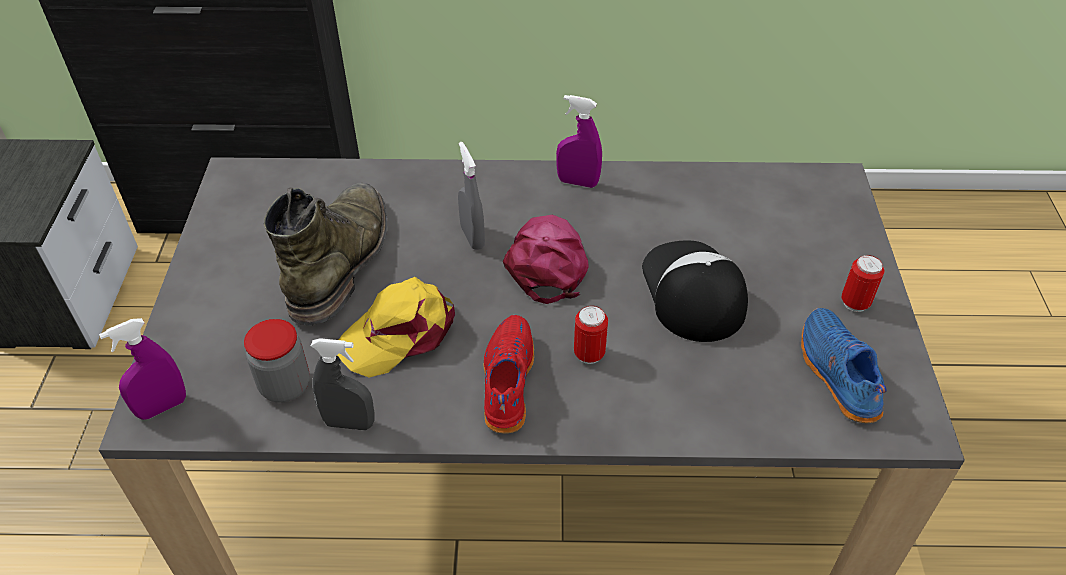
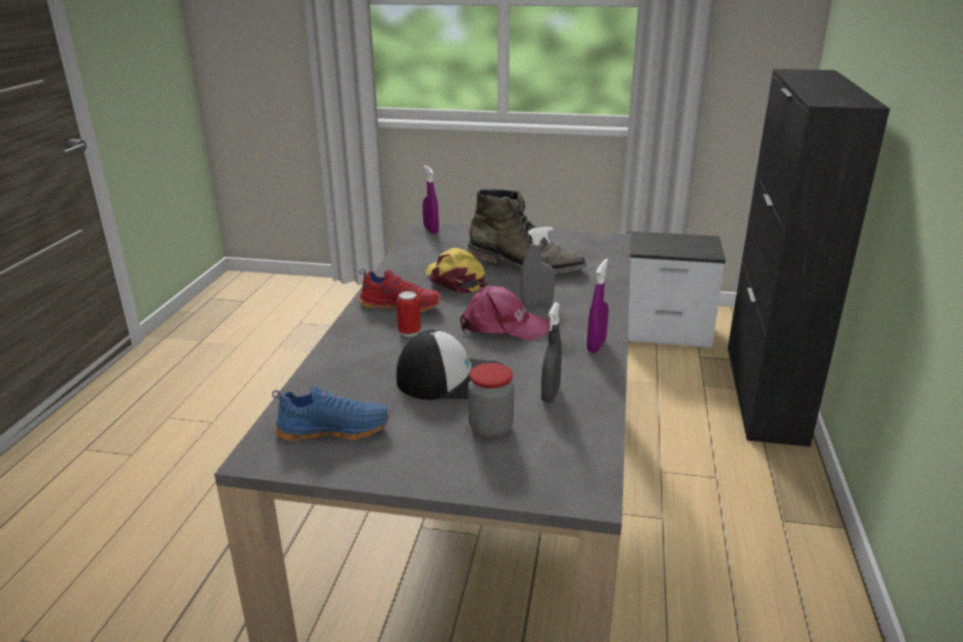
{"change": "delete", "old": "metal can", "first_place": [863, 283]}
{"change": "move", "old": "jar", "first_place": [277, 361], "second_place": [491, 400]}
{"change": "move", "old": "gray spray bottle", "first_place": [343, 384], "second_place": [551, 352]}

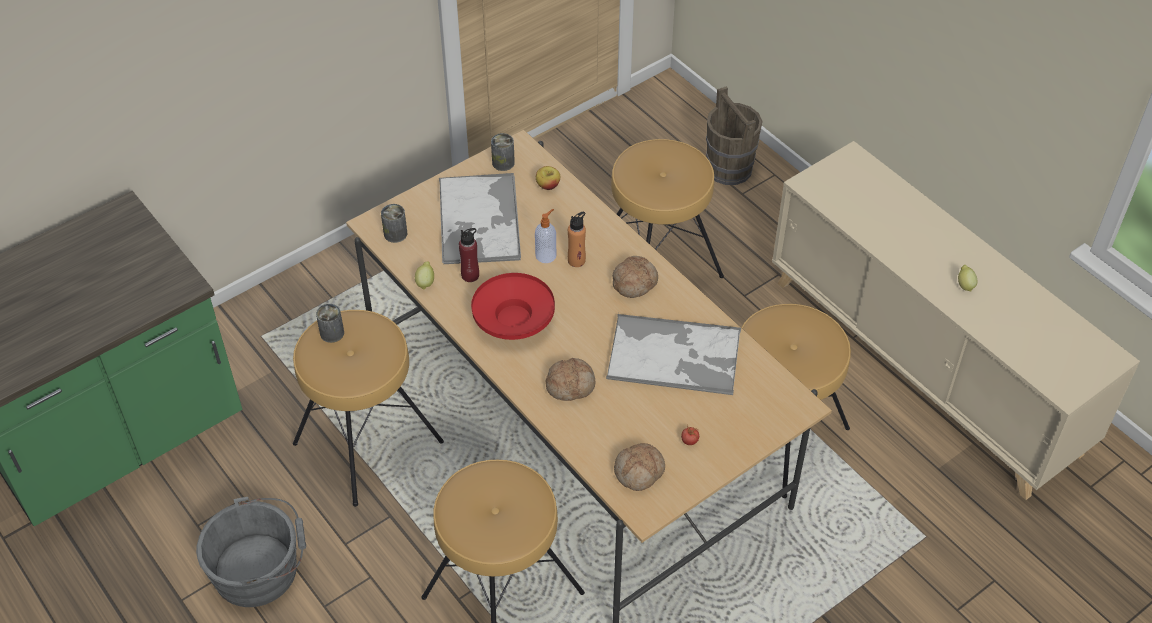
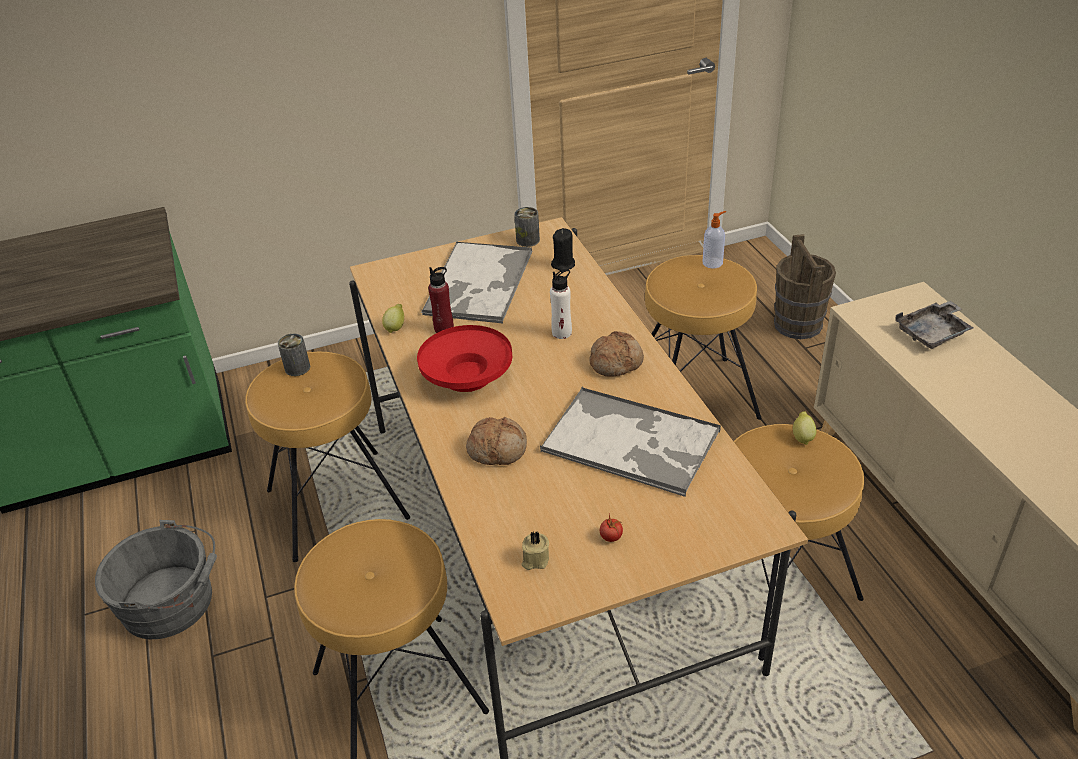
{"change": "replace", "old": "whole apple", "new": "black-coloured candle", "first_place": [548, 178], "second_place": [563, 249]}
{"change": "delete", "old": "metal can", "first_place": [394, 223]}
{"change": "move", "old": "liquid soap bottle", "first_place": [545, 236], "second_place": [714, 239]}
{"change": "recolor", "old": "orange-coloured bottle", "new": "whitish bottle", "first_place": [577, 239], "second_place": [561, 304]}
{"change": "move", "old": "lemon", "first_place": [968, 278], "second_place": [804, 428]}
{"change": "replace", "old": "baked bread", "new": "beige candle", "first_place": [639, 467], "second_place": [535, 551]}
{"change": "insert", "new": "gray carrying tray", "second_place": [934, 325]}

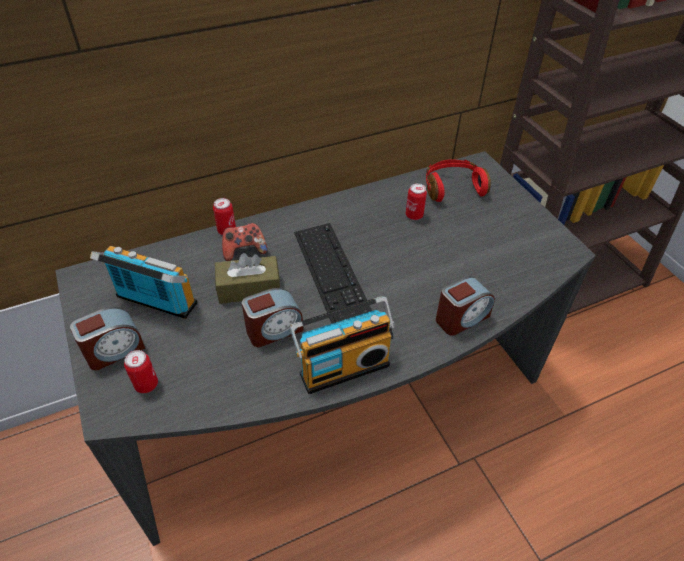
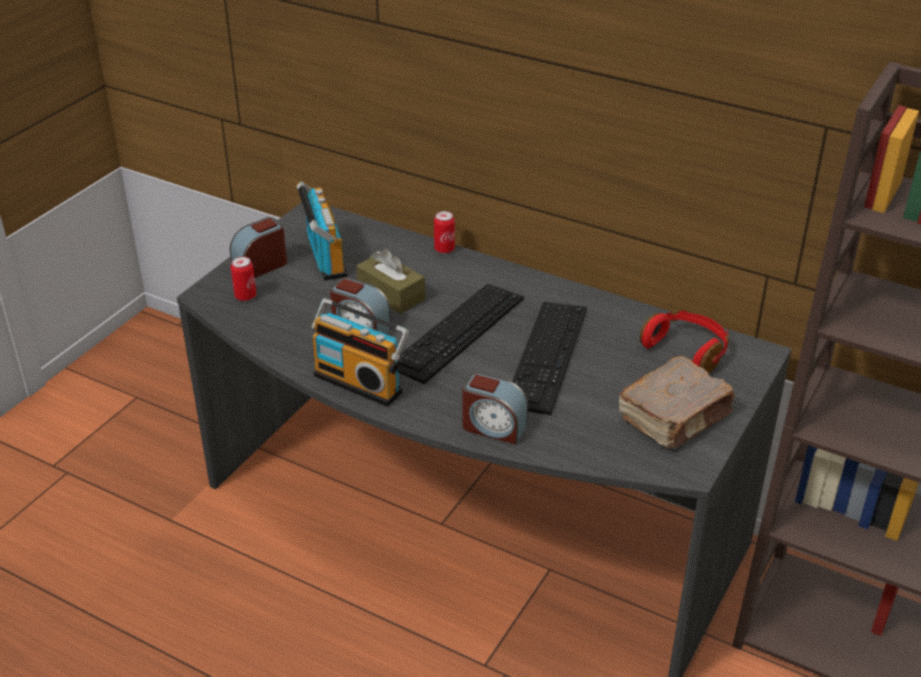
{"change": "delete", "old": "metal can", "first_place": [416, 201]}
{"change": "delete", "old": "game controller", "first_place": [245, 242]}
{"change": "rotate", "old": "table clock", "first_place": [107, 338], "second_place": [258, 247], "degrees": 120}
{"change": "insert", "new": "computer keyboard", "second_place": [549, 358]}
{"change": "insert", "new": "brownish bound book", "second_place": [676, 402]}

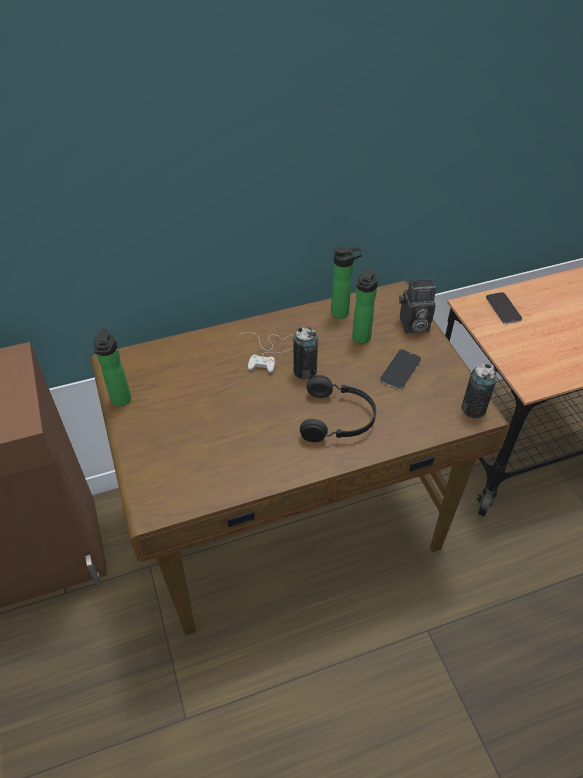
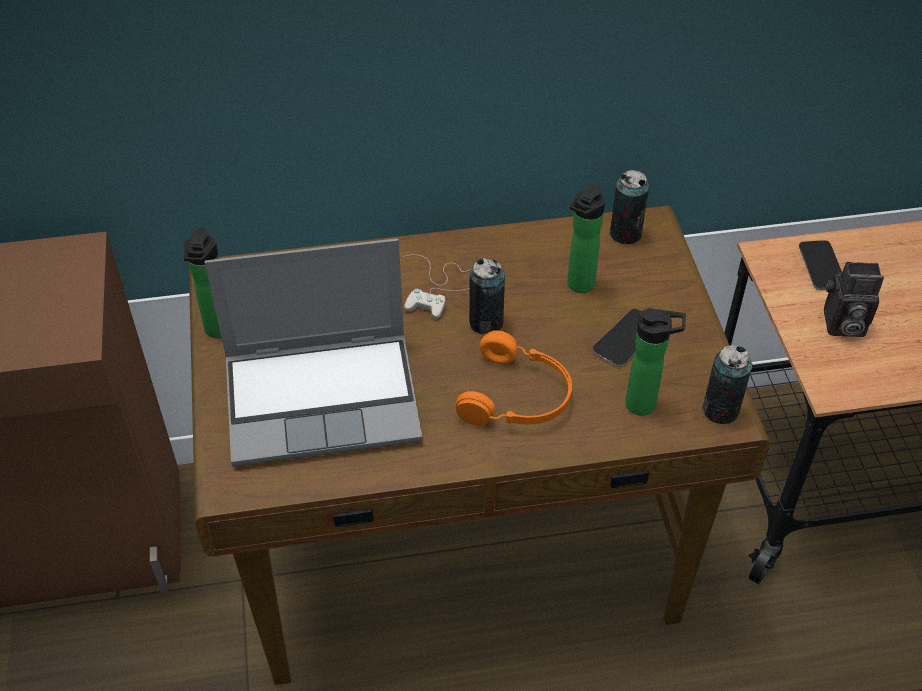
{"change": "move", "old": "bottle", "first_place": [346, 282], "second_place": [655, 362]}
{"change": "move", "old": "photo camera", "first_place": [417, 306], "second_place": [854, 299]}
{"change": "recolor", "old": "black-coloured headset", "new": "orange-coloured headset", "first_place": [338, 408], "second_place": [514, 378]}
{"change": "insert", "new": "metal can", "second_place": [629, 207]}
{"change": "insert", "new": "notebook computer", "second_place": [313, 352]}

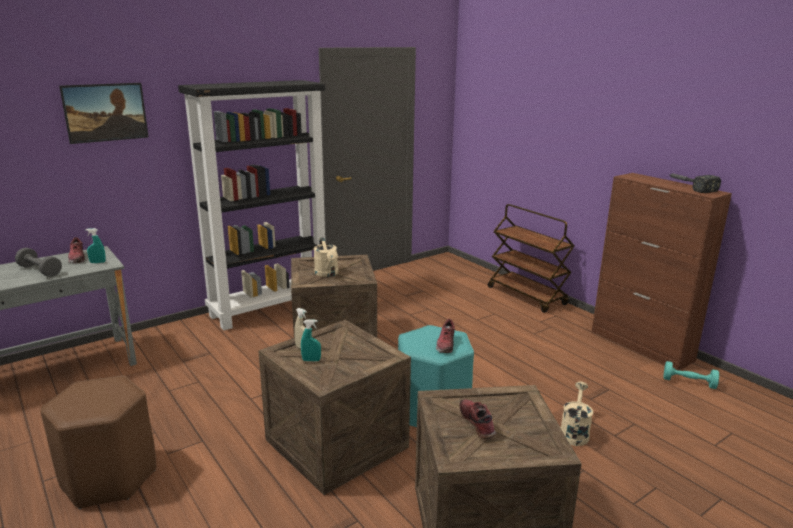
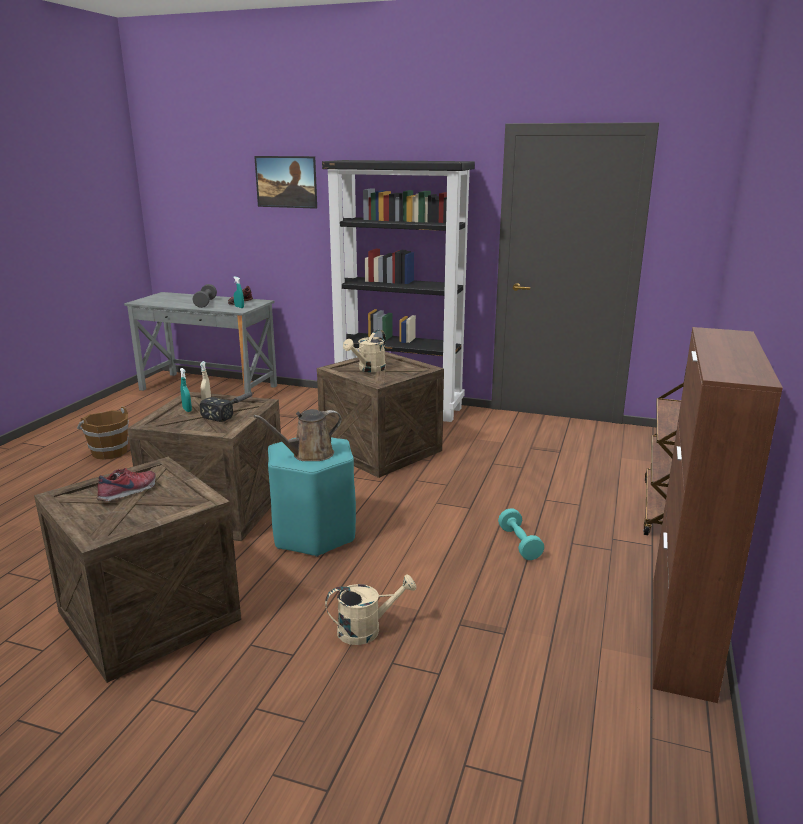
{"change": "move", "old": "tool hammer", "first_place": [694, 183], "second_place": [227, 407]}
{"change": "replace", "old": "item of footwear", "new": "brownish watering pot", "first_place": [445, 336], "second_place": [298, 435]}
{"change": "move", "old": "turquoise-coloured free weight", "first_place": [691, 375], "second_place": [521, 534]}
{"change": "replace", "old": "brownish stool", "new": "brownish pail", "first_place": [98, 442], "second_place": [103, 433]}

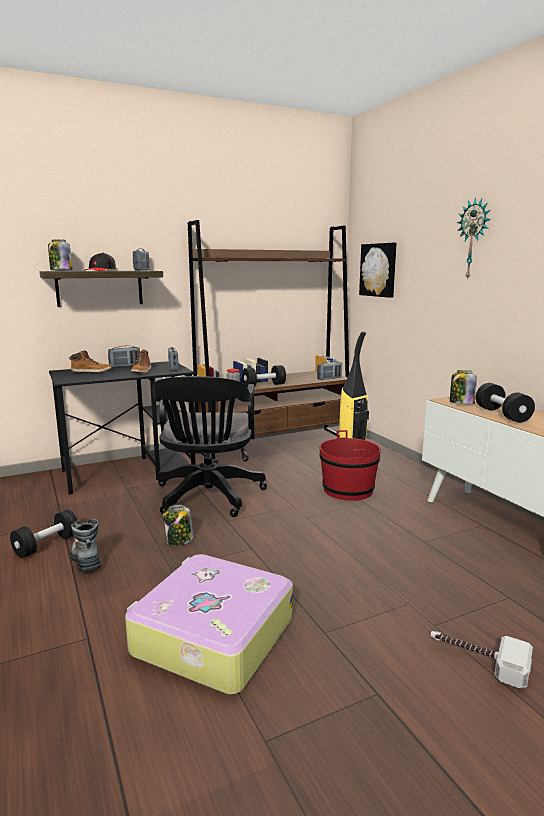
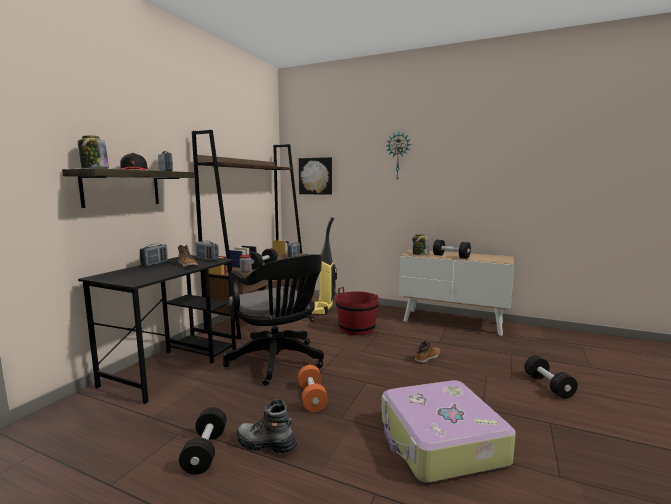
{"change": "move", "old": "high-top boot", "first_place": [90, 362], "second_place": [427, 352]}
{"change": "replace", "old": "jar", "new": "orange-coloured free weight", "first_place": [178, 525], "second_place": [313, 388]}
{"change": "replace", "old": "tool hammer", "new": "black-coloured free weight", "first_place": [482, 659], "second_place": [551, 377]}

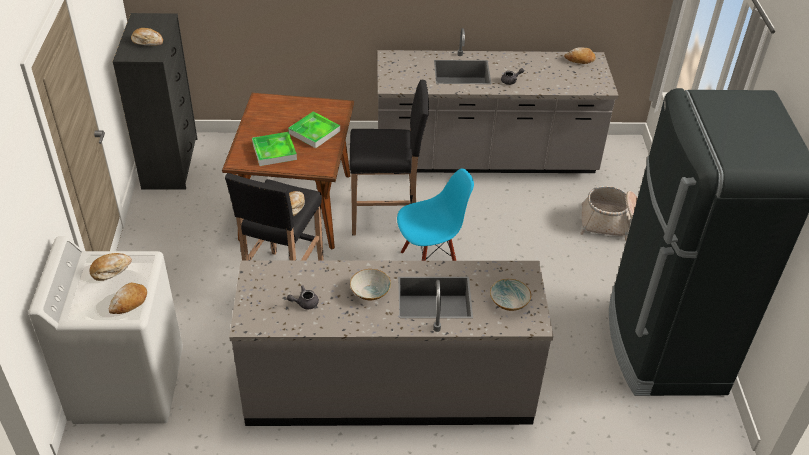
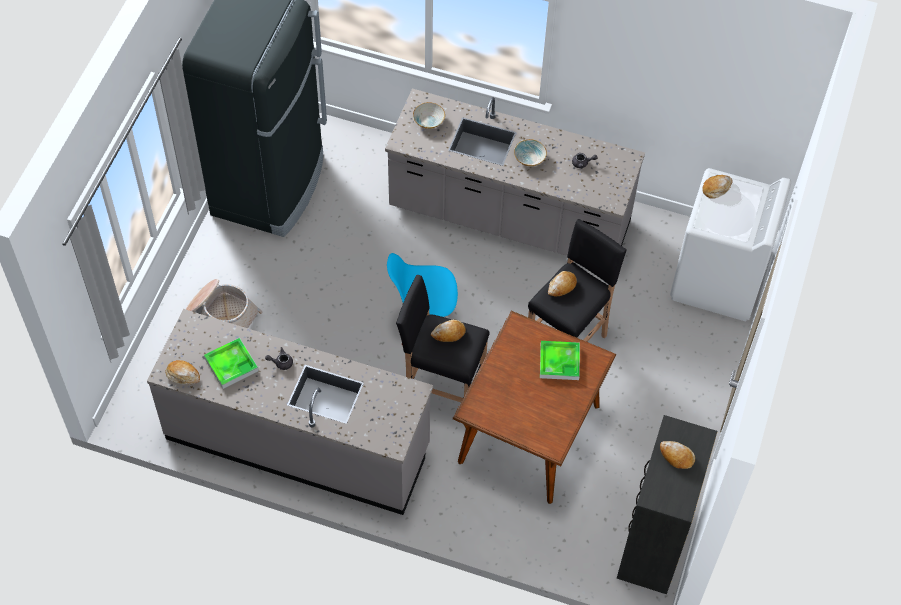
{"change": "move", "old": "carrying tray", "first_place": [314, 129], "second_place": [231, 363]}
{"change": "move", "old": "baked bread", "first_place": [110, 267], "second_place": [448, 331]}

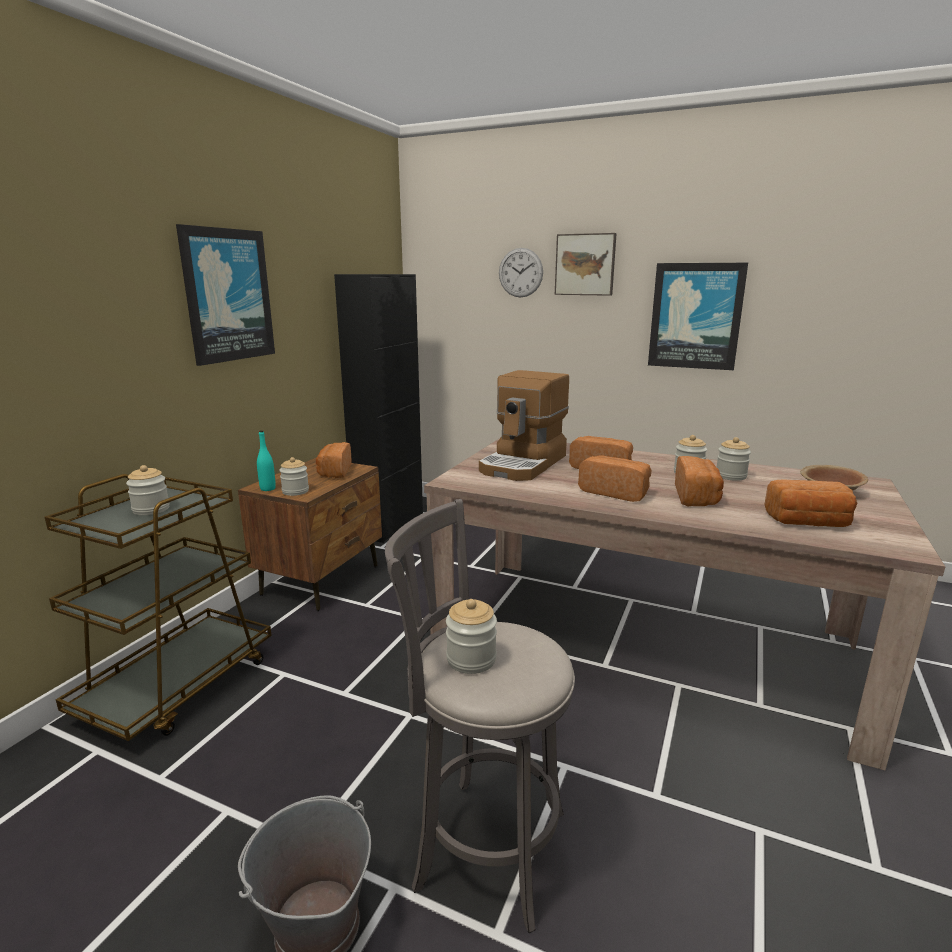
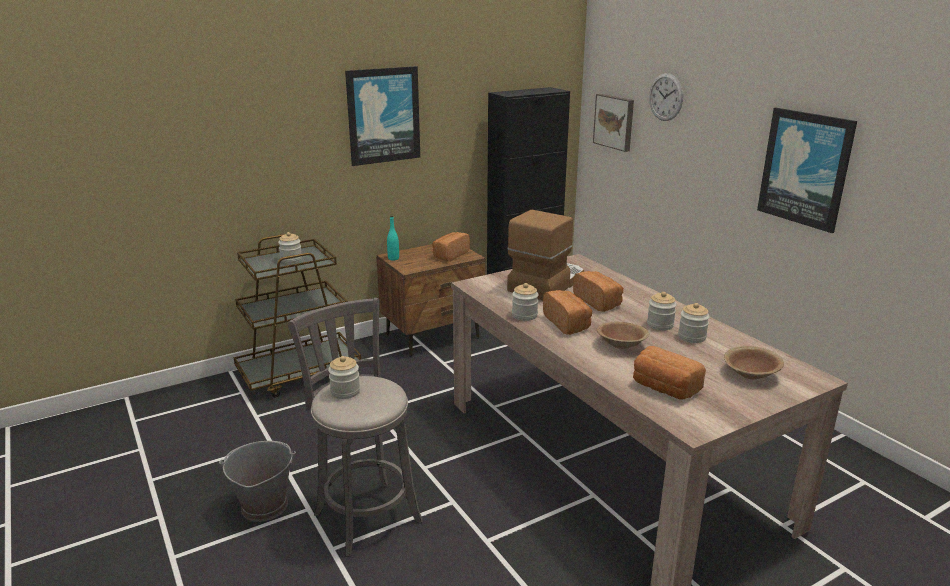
{"change": "move", "old": "wall picture", "first_place": [586, 264], "second_place": [613, 123]}
{"change": "rotate", "old": "coffee brewer", "first_place": [524, 425], "second_place": [545, 255], "degrees": 150}
{"change": "replace", "old": "baked bread", "new": "brownish bowl", "first_place": [699, 481], "second_place": [623, 335]}
{"change": "move", "old": "jar", "first_place": [294, 476], "second_place": [525, 302]}

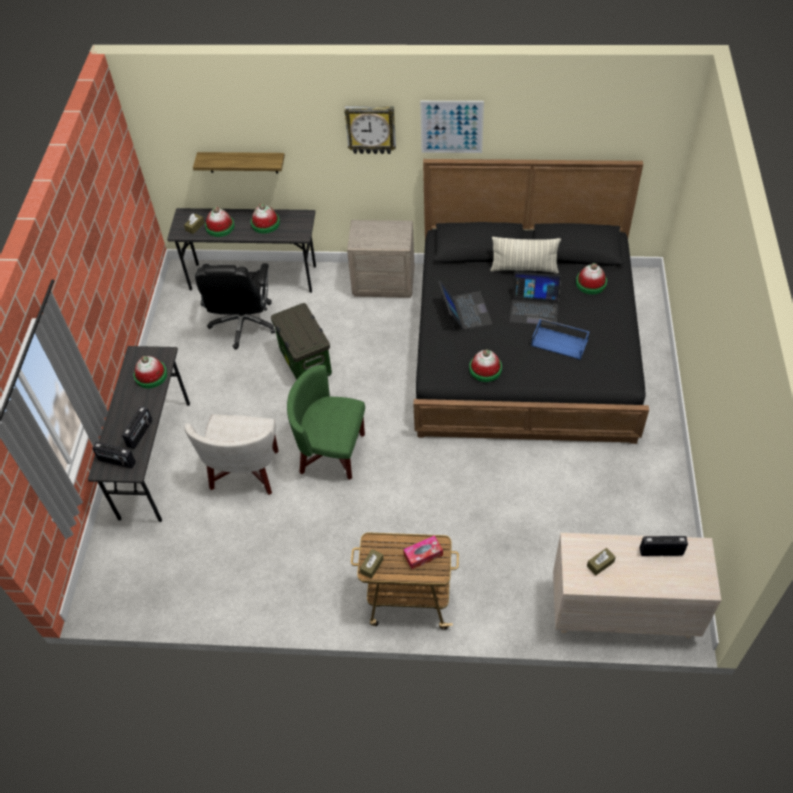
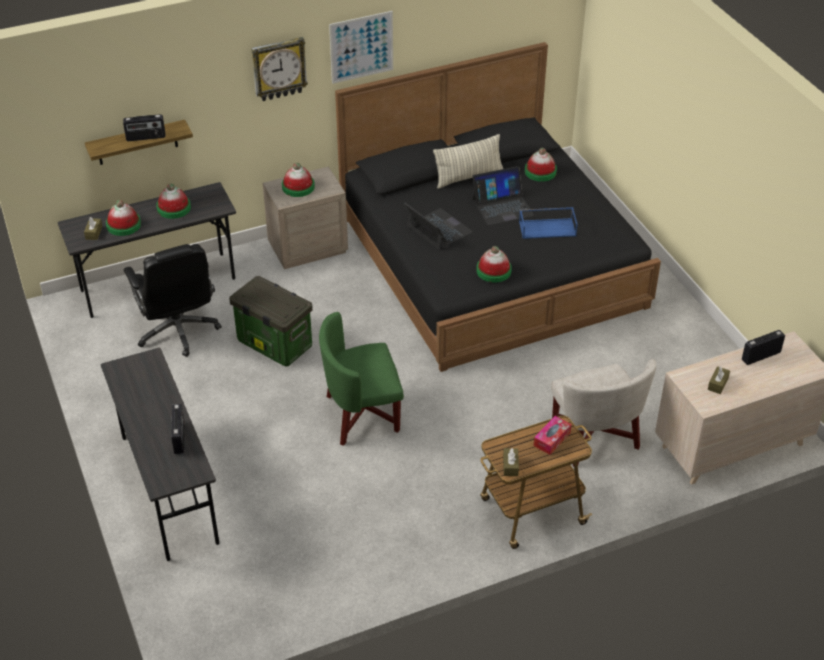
{"change": "move", "old": "clothing hat", "first_place": [150, 372], "second_place": [298, 180]}
{"change": "move", "old": "whitish lounge chair", "first_place": [232, 454], "second_place": [603, 412]}
{"change": "move", "old": "radio", "first_place": [114, 455], "second_place": [144, 127]}

